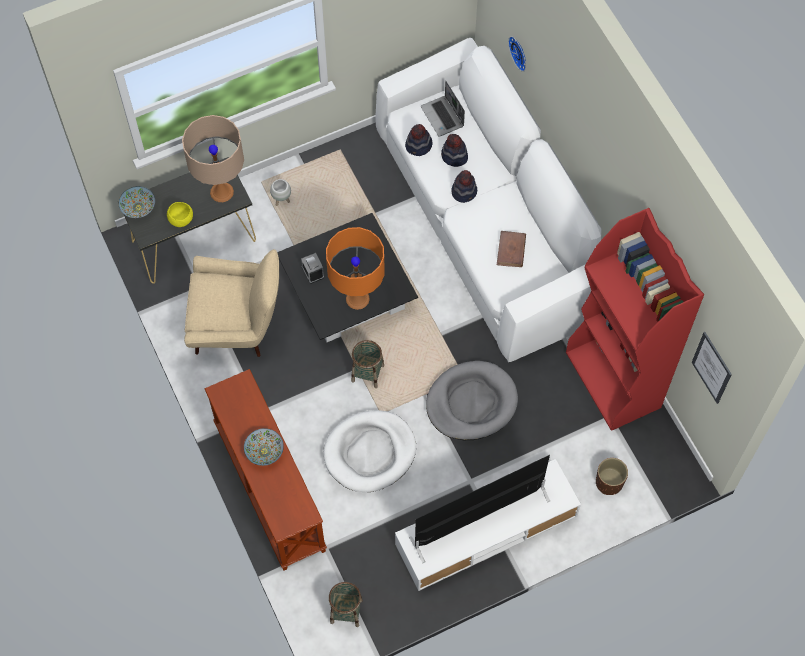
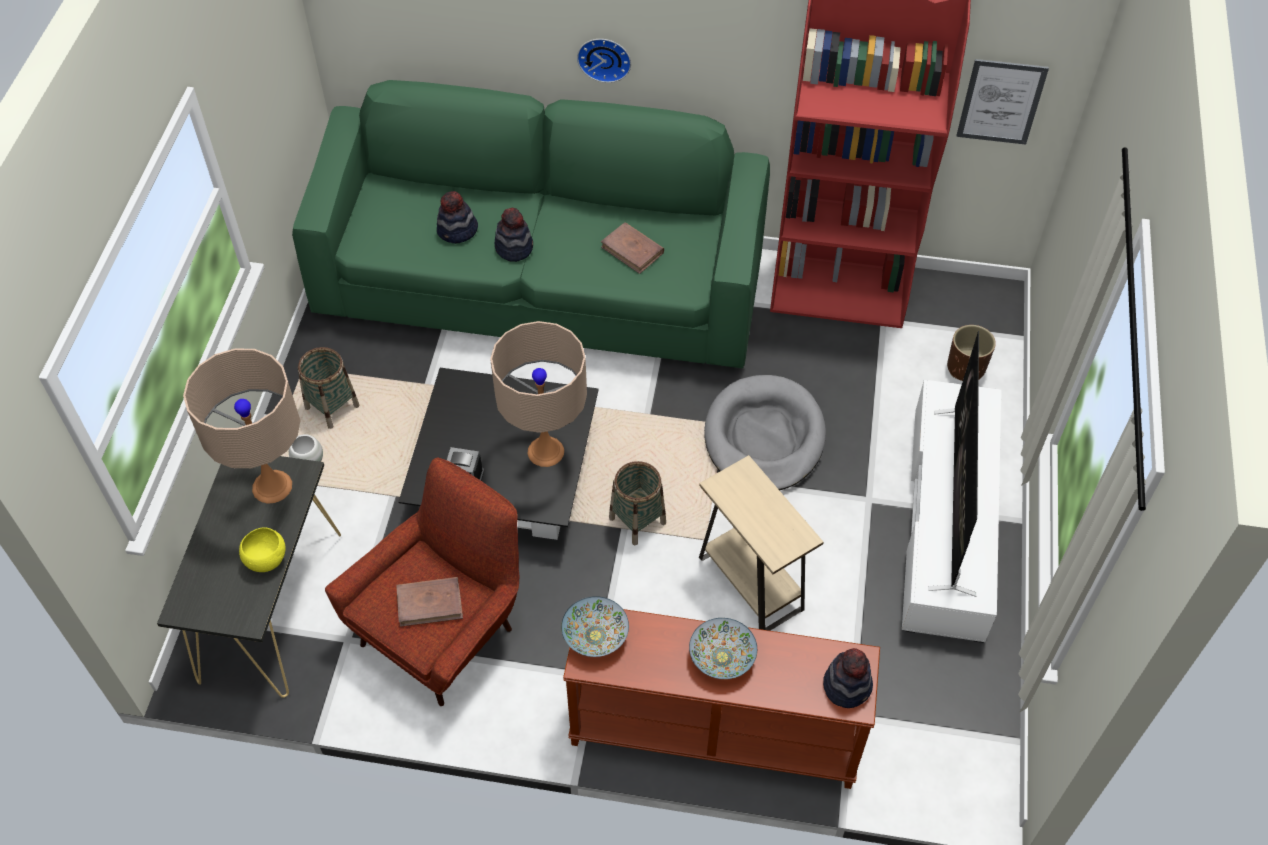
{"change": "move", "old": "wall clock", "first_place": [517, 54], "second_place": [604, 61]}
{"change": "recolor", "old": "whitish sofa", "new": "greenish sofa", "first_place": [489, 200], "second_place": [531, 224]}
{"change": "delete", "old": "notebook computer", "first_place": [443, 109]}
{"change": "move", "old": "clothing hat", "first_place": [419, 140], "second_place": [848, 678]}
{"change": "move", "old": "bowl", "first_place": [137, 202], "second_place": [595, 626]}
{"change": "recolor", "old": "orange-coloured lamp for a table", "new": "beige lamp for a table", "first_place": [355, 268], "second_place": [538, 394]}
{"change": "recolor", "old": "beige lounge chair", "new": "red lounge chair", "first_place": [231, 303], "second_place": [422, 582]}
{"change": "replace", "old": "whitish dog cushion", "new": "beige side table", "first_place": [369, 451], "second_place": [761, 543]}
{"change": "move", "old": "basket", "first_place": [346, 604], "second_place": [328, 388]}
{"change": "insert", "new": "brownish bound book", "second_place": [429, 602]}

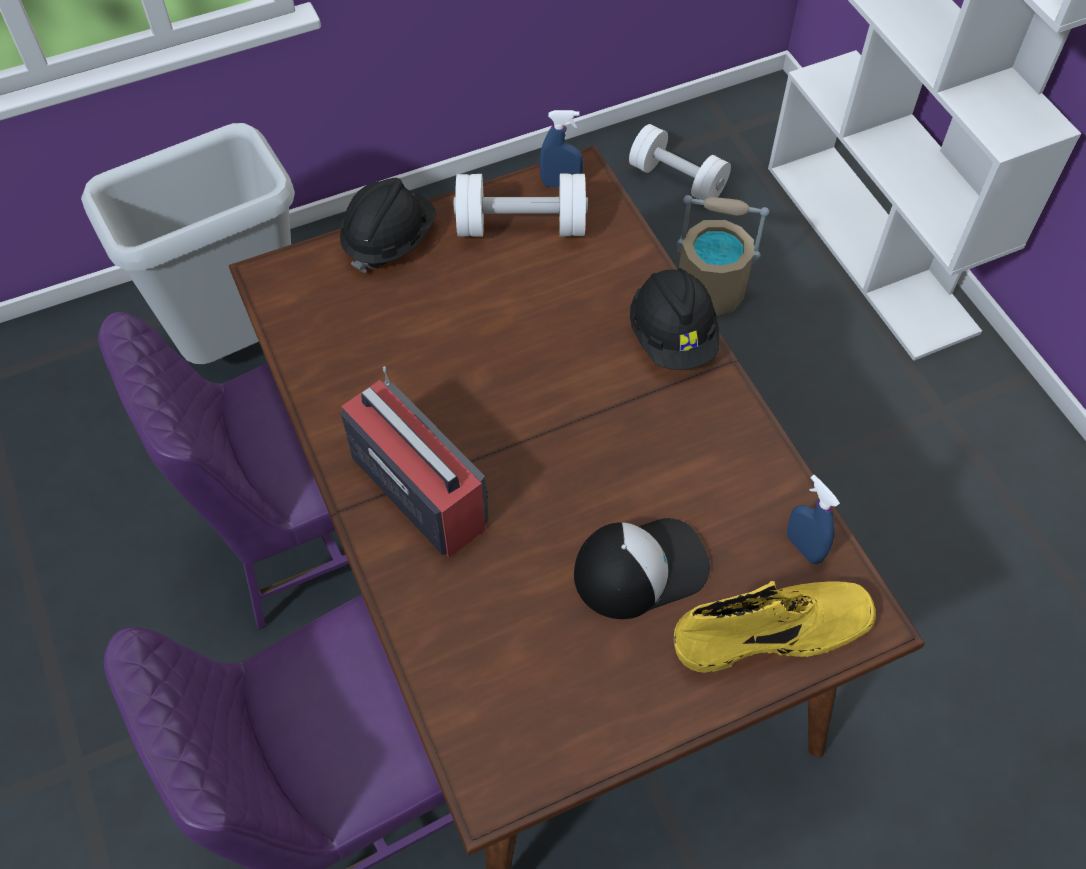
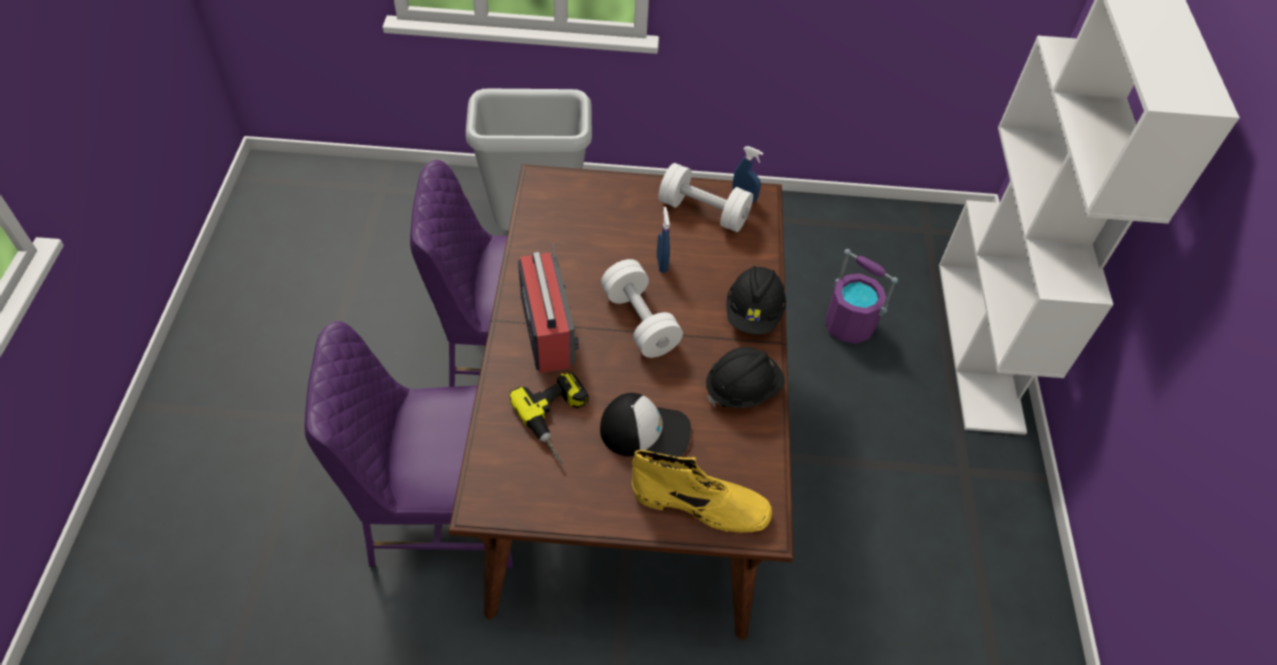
{"change": "move", "old": "whitish free weight", "first_place": [680, 162], "second_place": [642, 308]}
{"change": "move", "old": "black-coloured safety helmet", "first_place": [388, 225], "second_place": [745, 377]}
{"change": "recolor", "old": "beige pail", "new": "purplish pail", "first_place": [723, 255], "second_place": [861, 296]}
{"change": "move", "old": "blue-coloured spray bottle", "first_place": [813, 519], "second_place": [663, 240]}
{"change": "insert", "new": "electric drill", "second_place": [549, 418]}

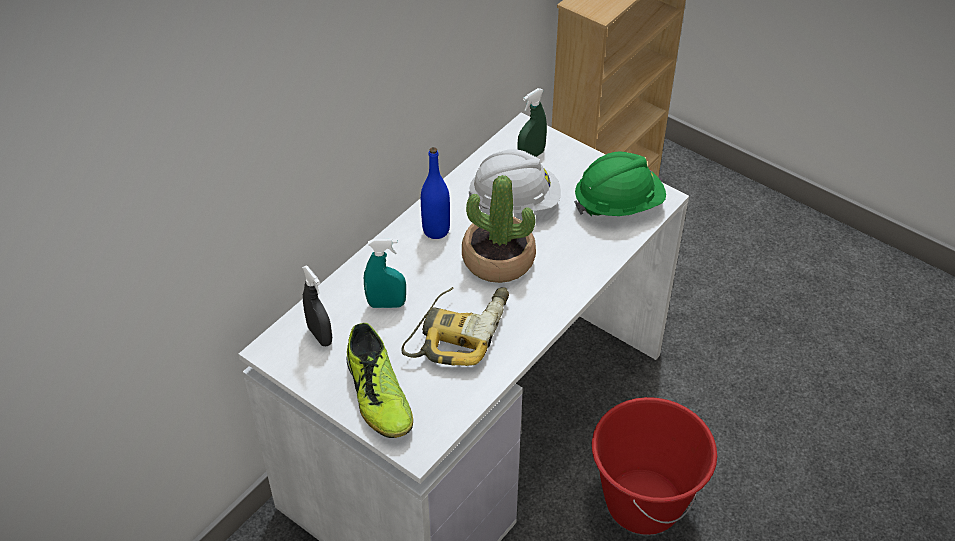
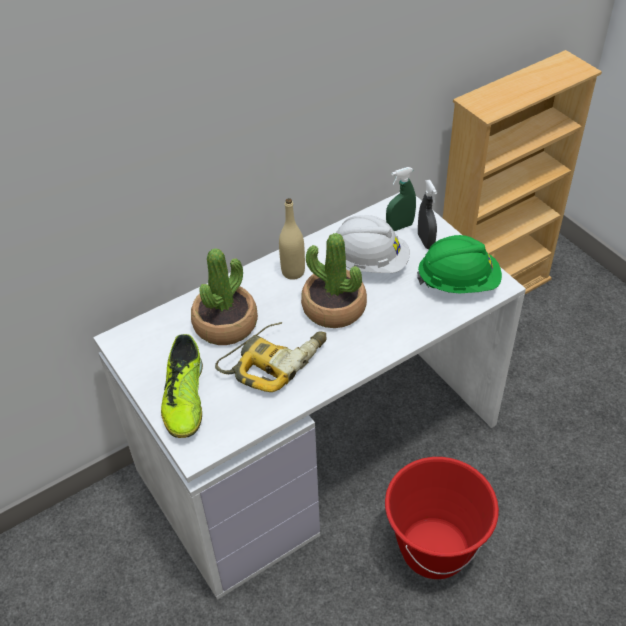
{"change": "recolor", "old": "blue-coloured bottle", "new": "beige bottle", "first_place": [435, 193], "second_place": [292, 239]}
{"change": "replace", "old": "turquoise-coloured spray bottle", "new": "plant in a pot", "first_place": [385, 273], "second_place": [224, 296]}
{"change": "move", "old": "gray spray bottle", "first_place": [317, 305], "second_place": [427, 214]}

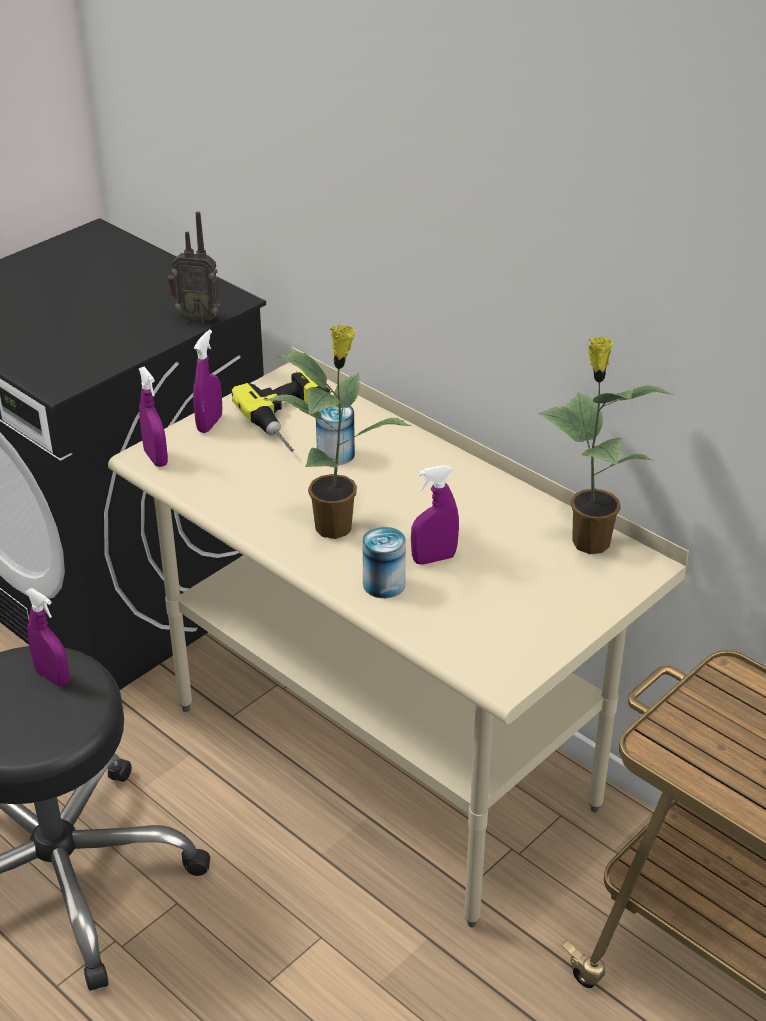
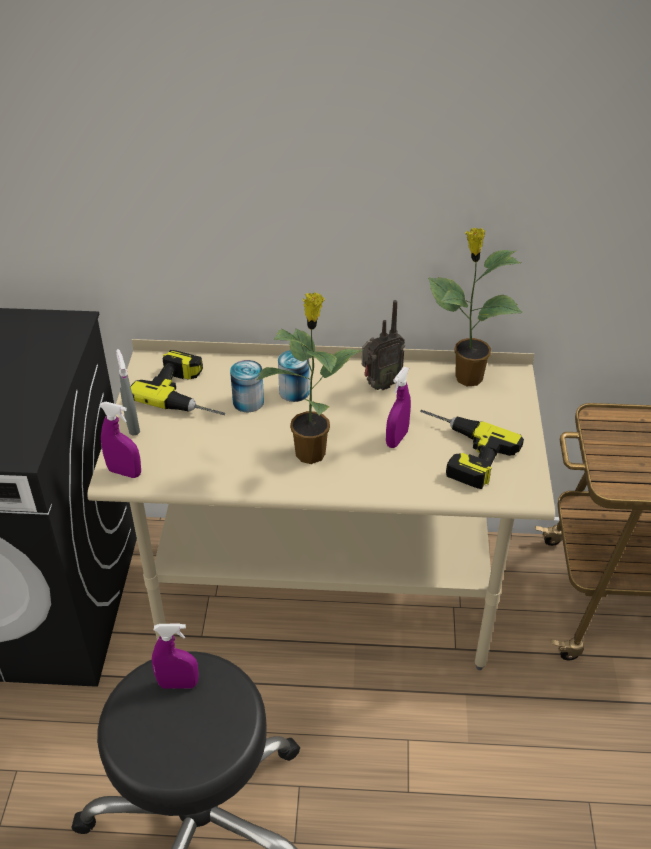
{"change": "move", "old": "radio", "first_place": [194, 267], "second_place": [383, 345]}
{"change": "recolor", "old": "purplish spray bottle", "new": "gray spray bottle", "first_place": [207, 381], "second_place": [128, 392]}
{"change": "move", "old": "metal can", "first_place": [384, 562], "second_place": [294, 376]}
{"change": "insert", "new": "electric drill", "second_place": [472, 449]}

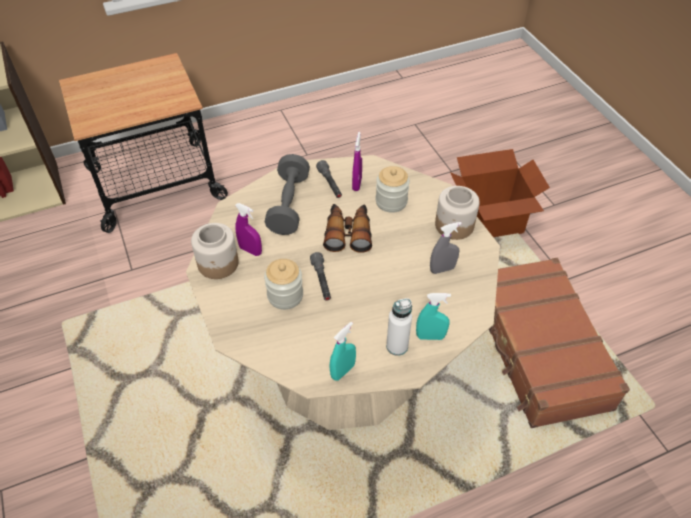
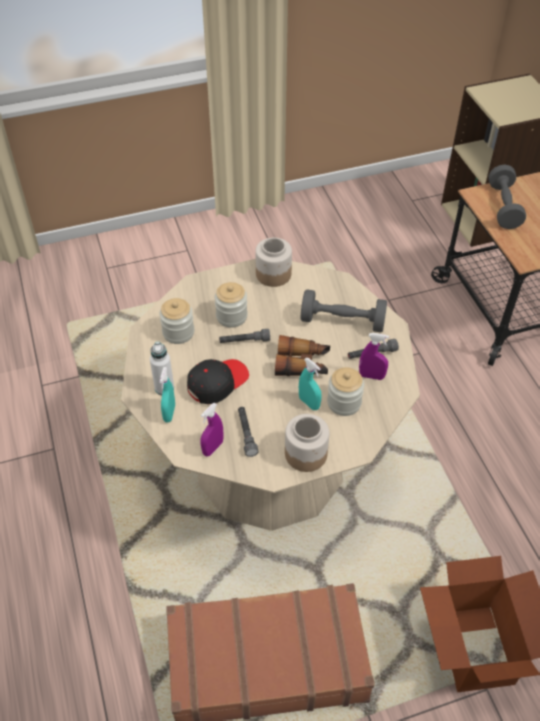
{"change": "move", "old": "purplish spray bottle", "first_place": [248, 229], "second_place": [212, 430]}
{"change": "replace", "old": "gray spray bottle", "new": "gray torch", "first_place": [446, 248], "second_place": [248, 432]}
{"change": "move", "old": "turquoise-coloured spray bottle", "first_place": [343, 351], "second_place": [310, 384]}
{"change": "insert", "new": "gray free weight", "second_place": [507, 197]}
{"change": "insert", "new": "jar", "second_place": [176, 321]}
{"change": "insert", "new": "black-coloured peaked cap", "second_place": [218, 381]}

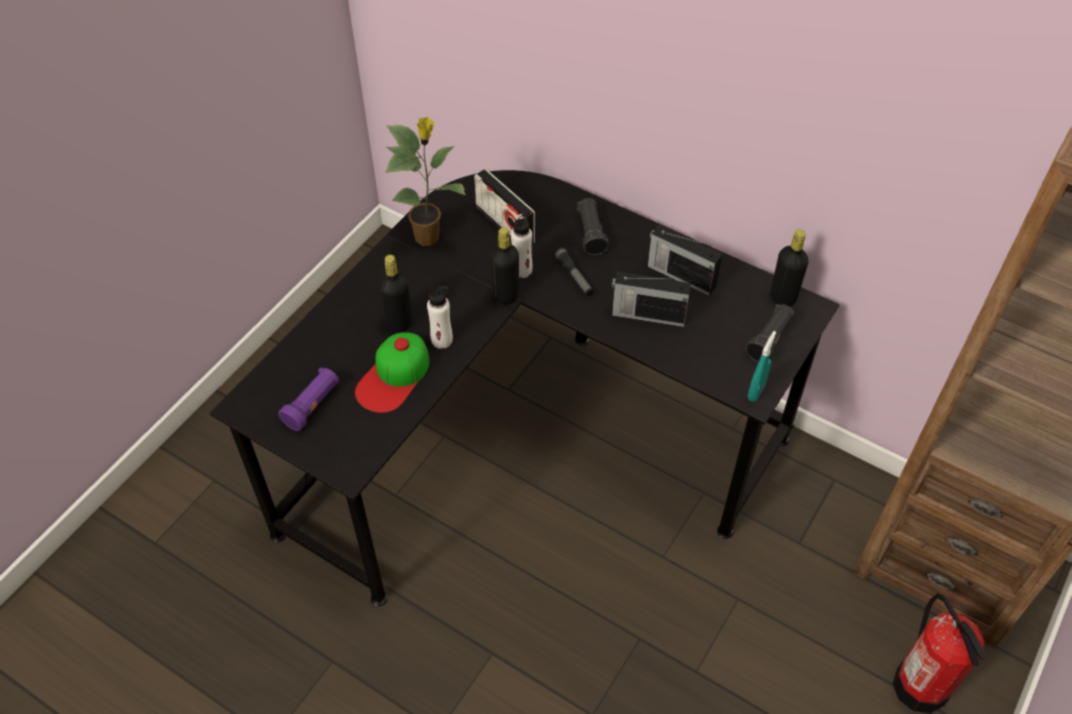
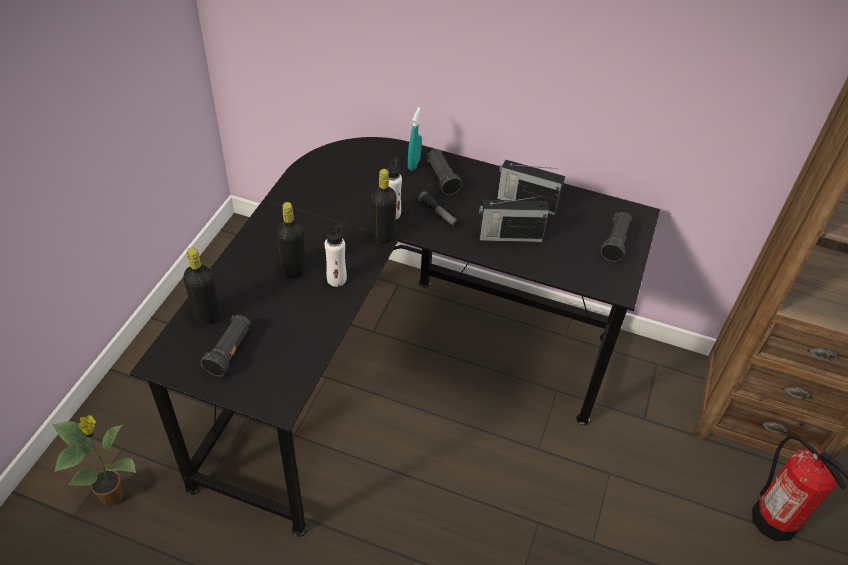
{"change": "move", "old": "plant in a pot", "first_place": [425, 181], "second_place": [94, 460]}
{"change": "delete", "old": "radio", "first_place": [504, 206]}
{"change": "move", "old": "black-coloured bottle", "first_place": [789, 267], "second_place": [201, 286]}
{"change": "move", "old": "turquoise-coloured spray bottle", "first_place": [761, 366], "second_place": [415, 139]}
{"change": "delete", "old": "peaked cap", "first_place": [392, 372]}
{"change": "recolor", "old": "purplish torch", "new": "black-coloured torch", "first_place": [308, 399], "second_place": [226, 346]}

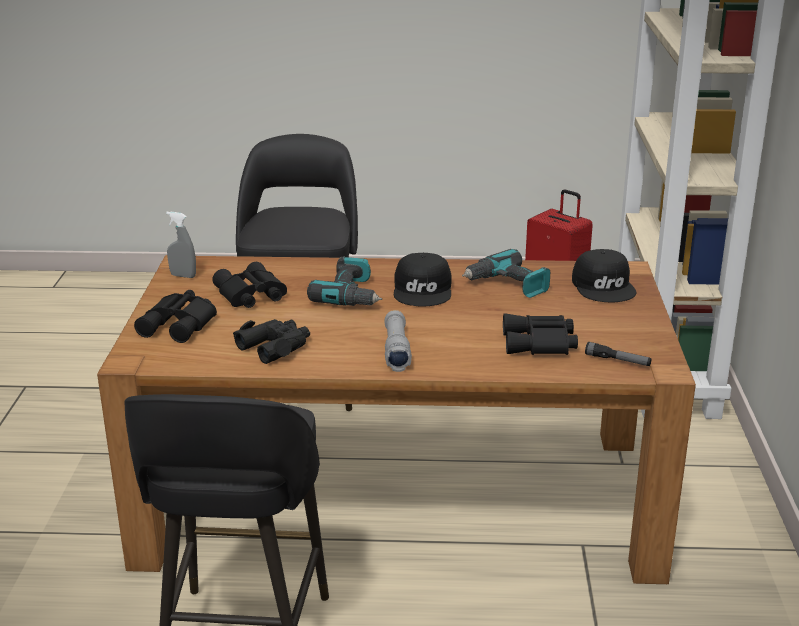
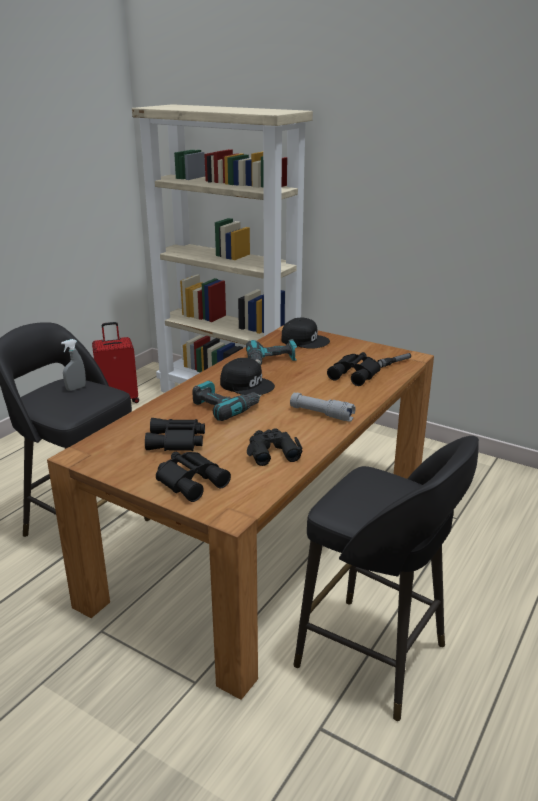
{"change": "move", "old": "gray spray bottle", "first_place": [181, 244], "second_place": [73, 365]}

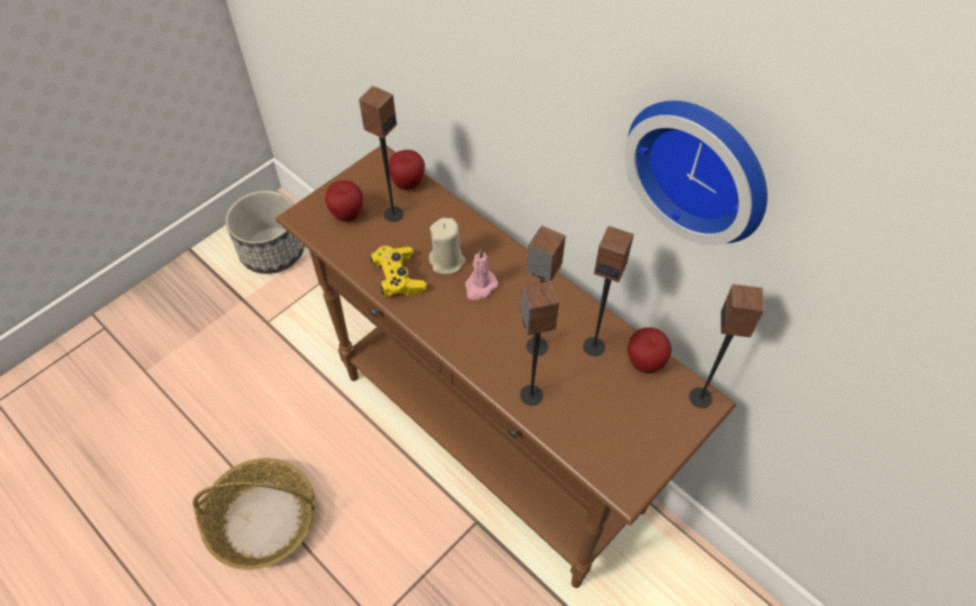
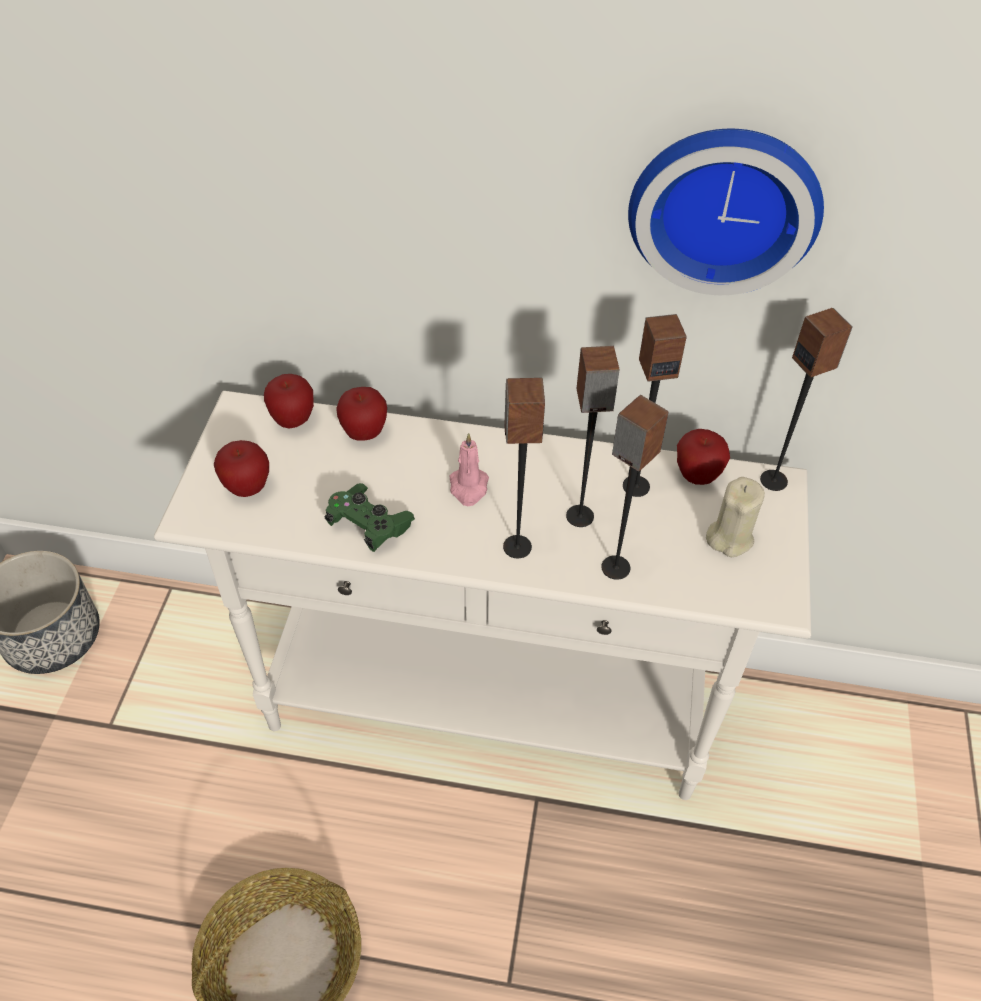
{"change": "move", "old": "speaker", "first_place": [381, 154], "second_place": [524, 468]}
{"change": "recolor", "old": "brownish hall table", "new": "whitish hall table", "first_place": [506, 366], "second_place": [482, 595]}
{"change": "move", "old": "beige candle", "first_place": [447, 246], "second_place": [735, 517]}
{"change": "recolor", "old": "yellow-coloured game controller", "new": "greenish game controller", "first_place": [398, 271], "second_place": [369, 517]}
{"change": "insert", "new": "whole apple", "second_place": [361, 414]}

